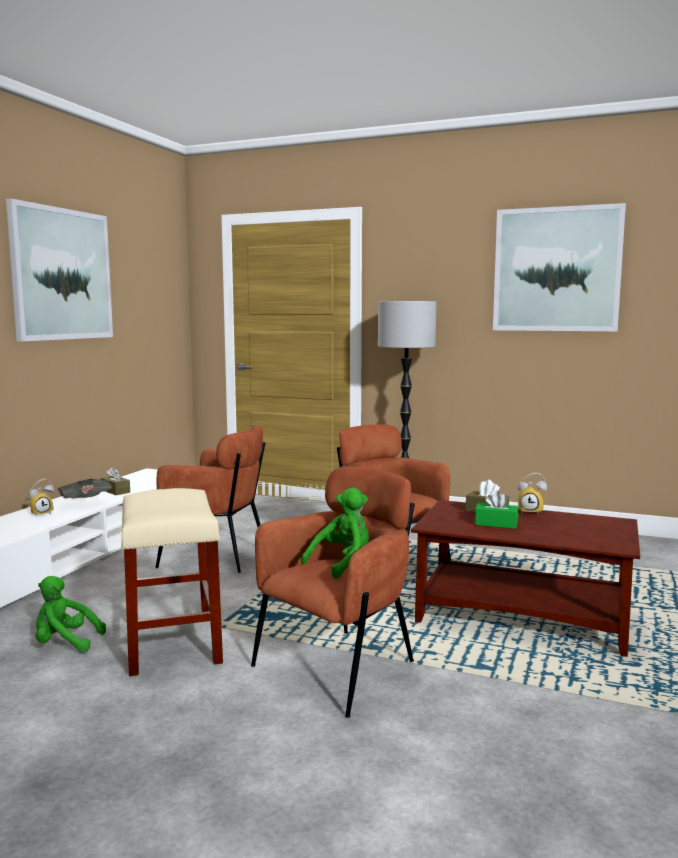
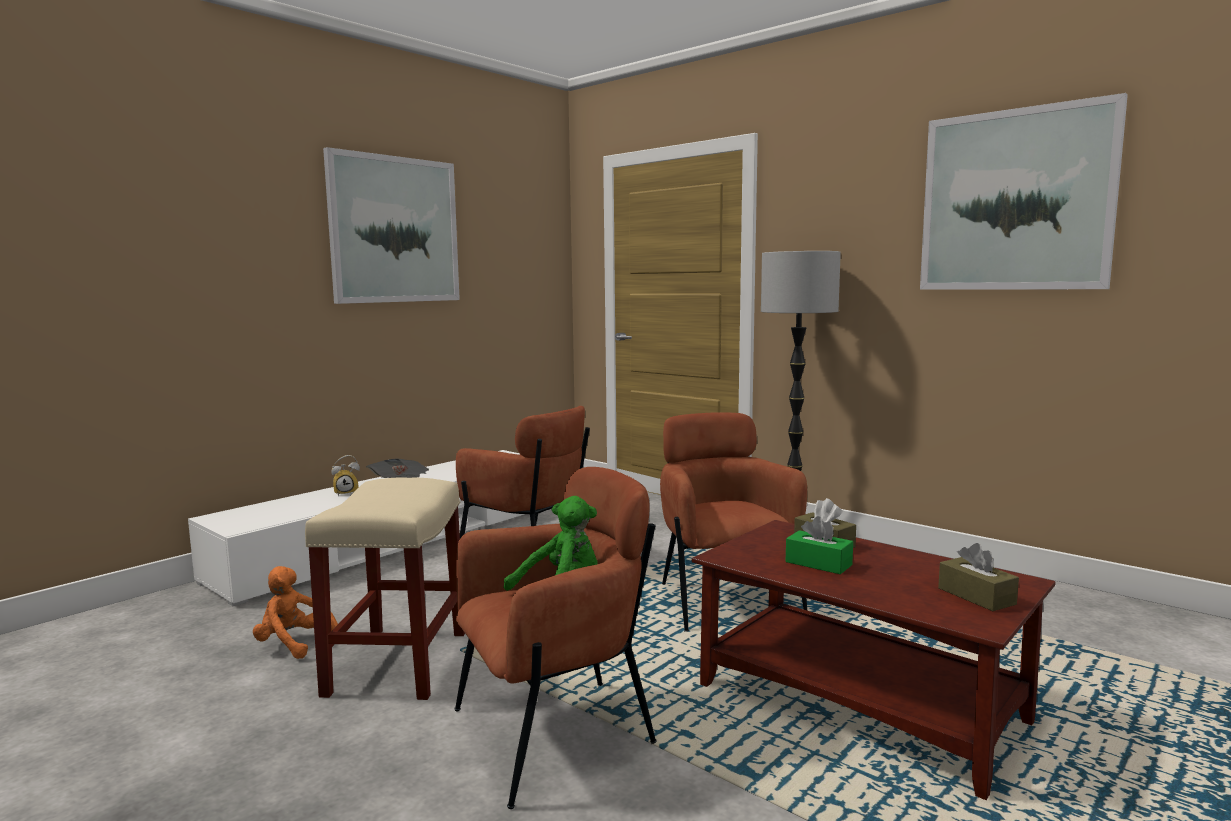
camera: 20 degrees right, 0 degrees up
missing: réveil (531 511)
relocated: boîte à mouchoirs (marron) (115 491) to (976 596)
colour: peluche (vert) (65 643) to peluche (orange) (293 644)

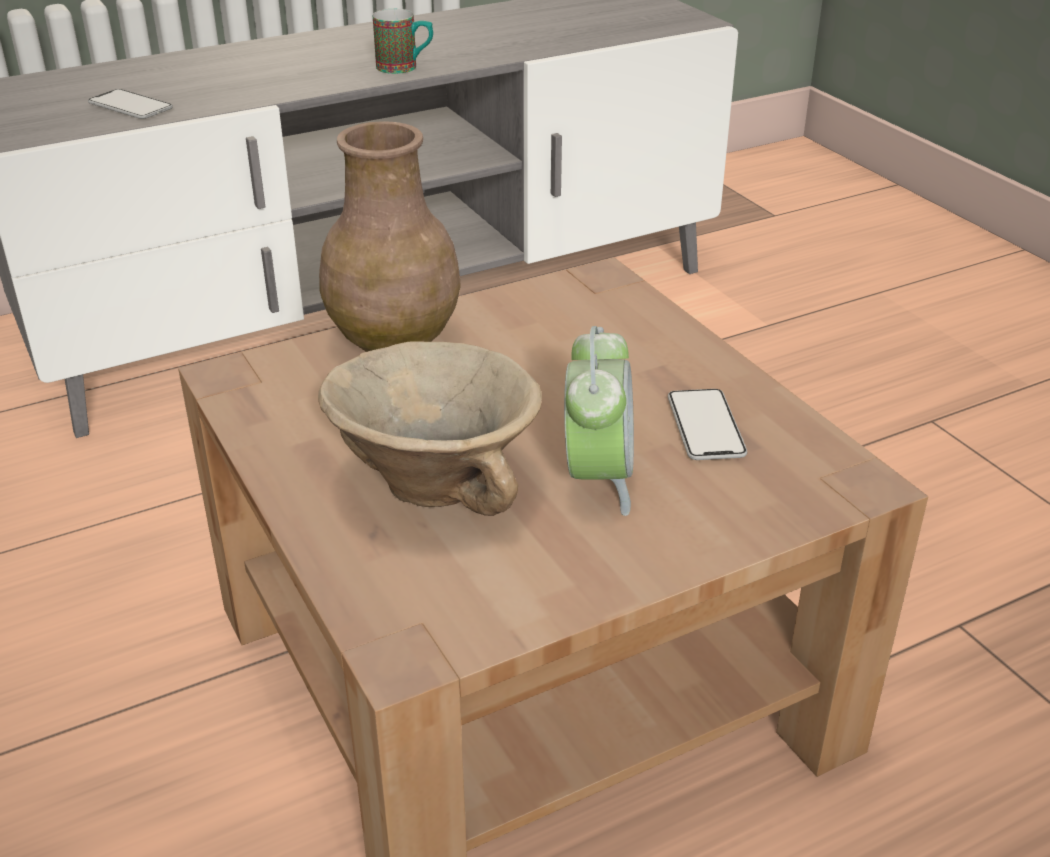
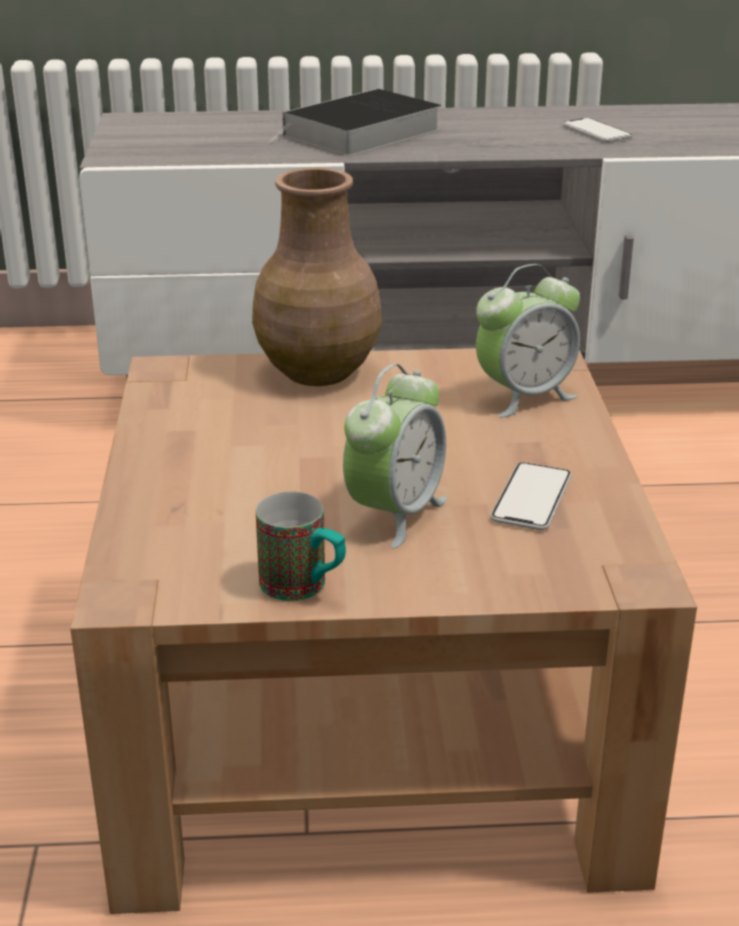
camera: 25 degrees right, 5 degrees down
missing: bol (beige) (436 482)
appeared: livre (360 134); réveil (524 396)
relocated: mug (405 68) to (304 588); téléphone (130 106) to (596 132)

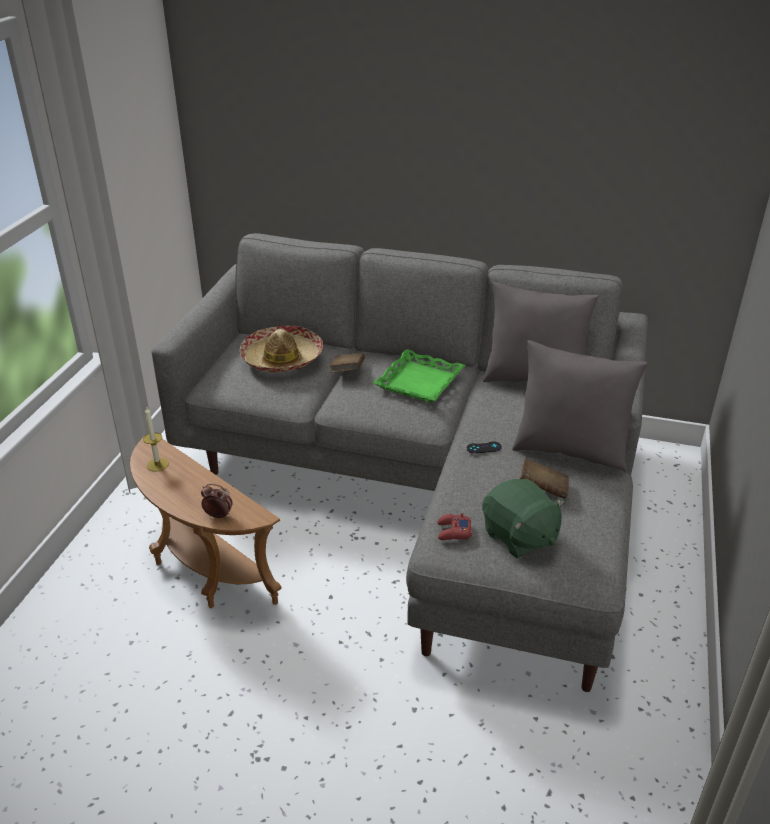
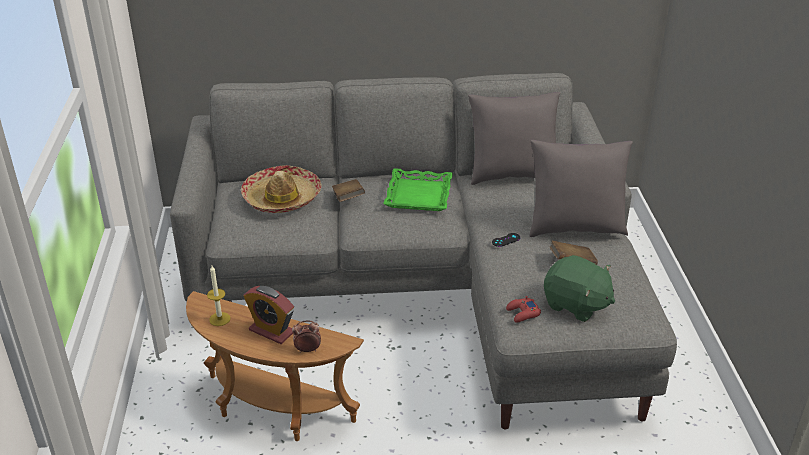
camera: 20 degrees left, 0 degrees up
appeared: réveil (271 331)

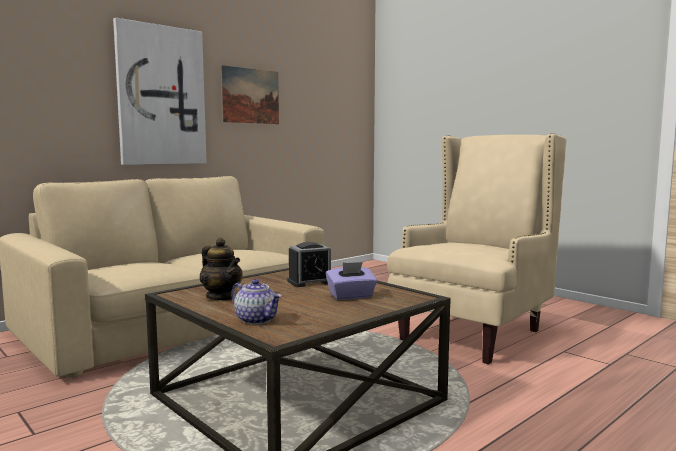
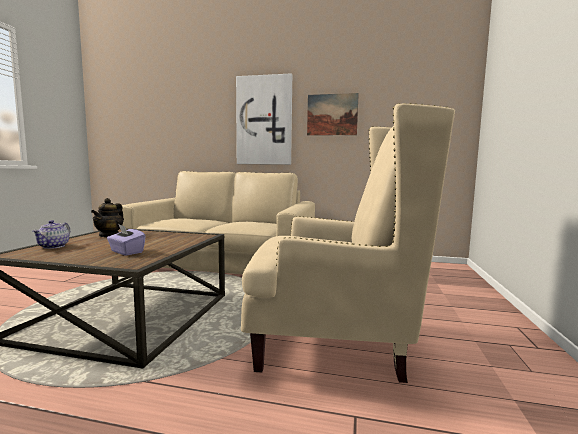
camera: 55 degrees right, 0 degrees up
missing: réveil (310 282)

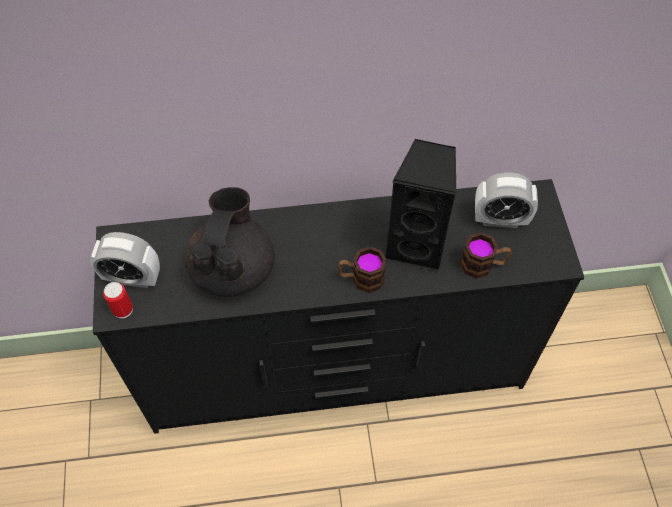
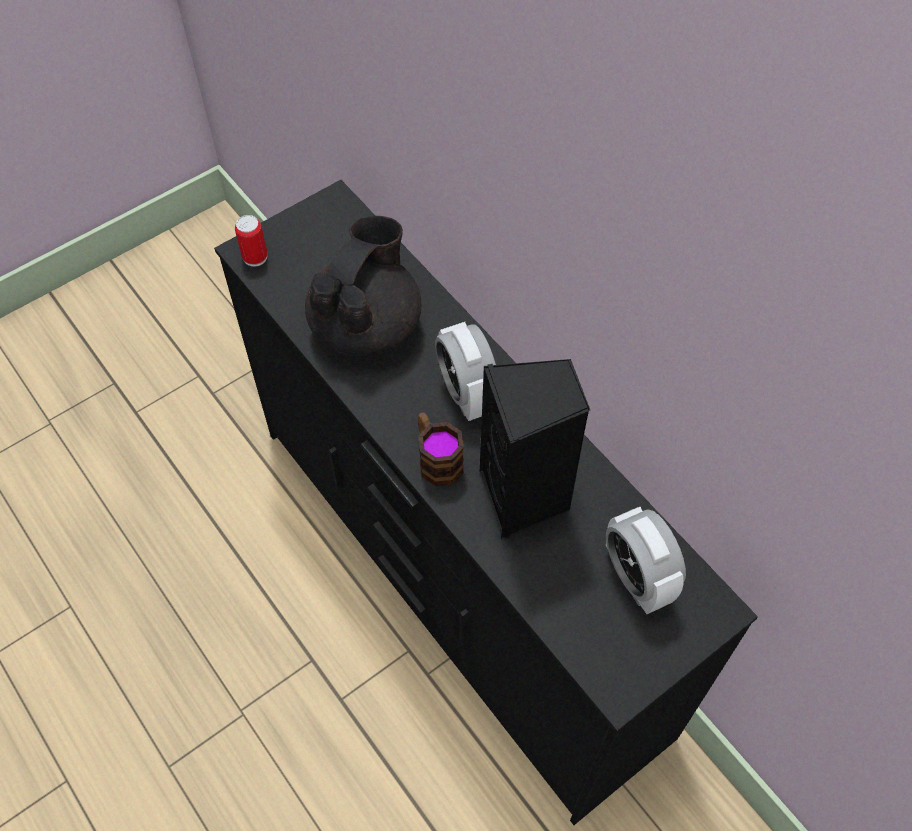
camera: 60 degrees right, 0 degrees up
missing: mug (483 265)
relocated: réveil (132 278) to (466 393)
spun: théière (noir) (233 269) = (367 325) 45 degrees counterclockwise

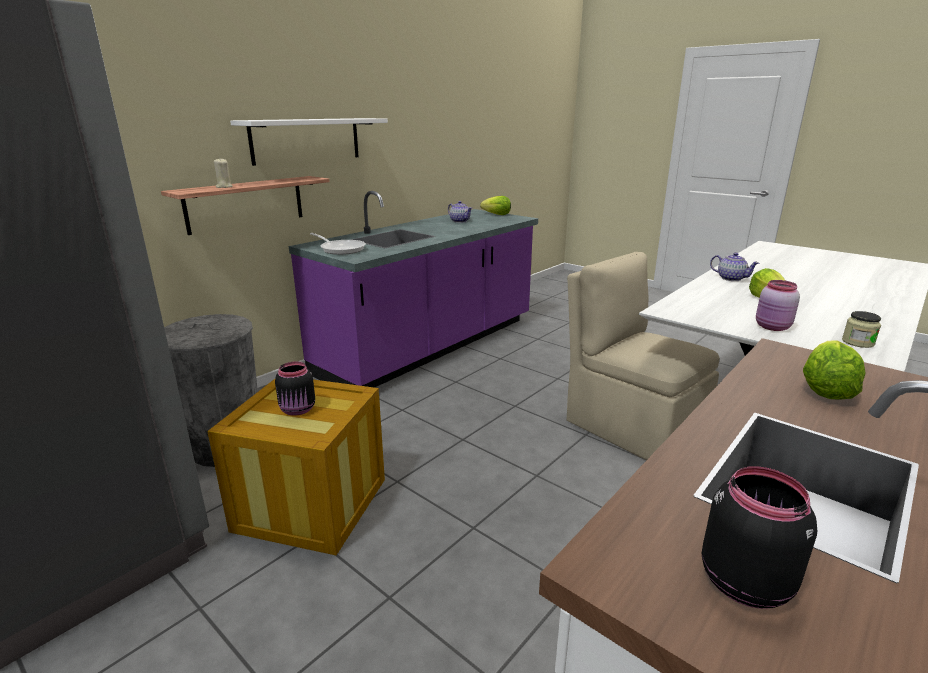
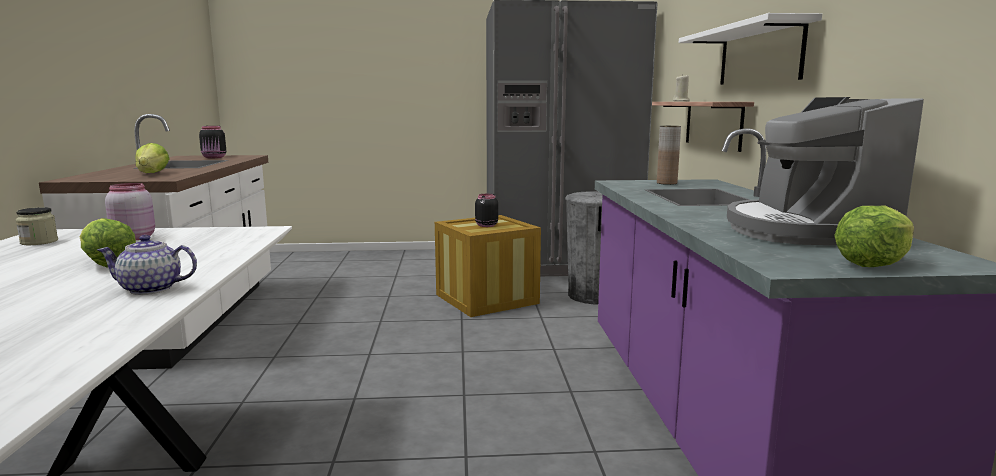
camera: 135 degrees right, 10 degrees down
missing: chaise (beige) (631 426)
exchanged: poêle (340 249) to vase (marron) (666 183); théière (460 221) to machine à café (804 231)

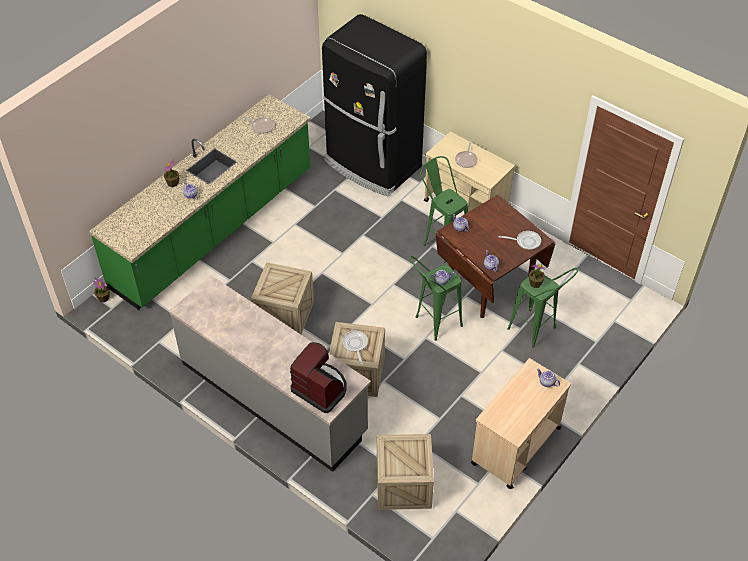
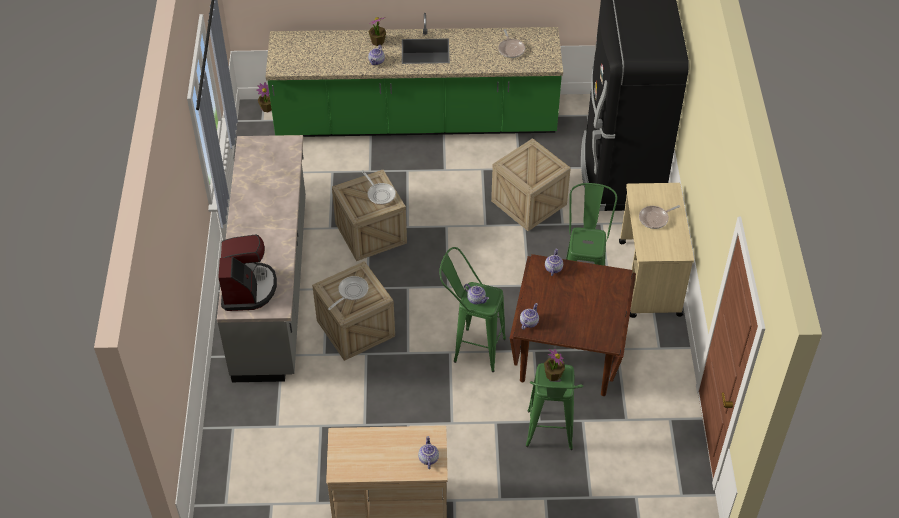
camera: 50 degrees right, 0 degrees up
relocated: poêle (525 241) to (380 194); caisse (403 485) to (529 202)

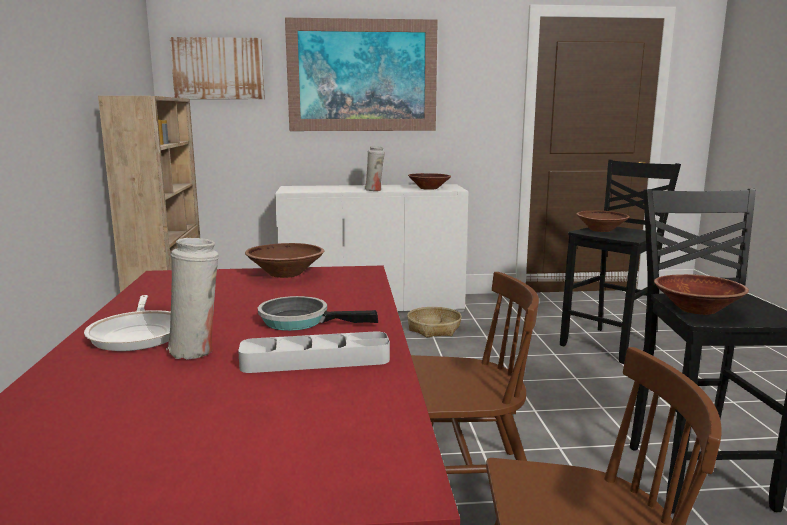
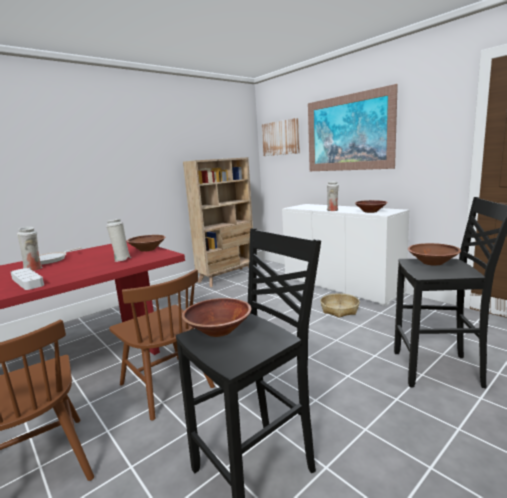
camera: 55 degrees right, 0 degrees up
missing: poêle (300 321)
appeared: vase (blanc) (121 259)

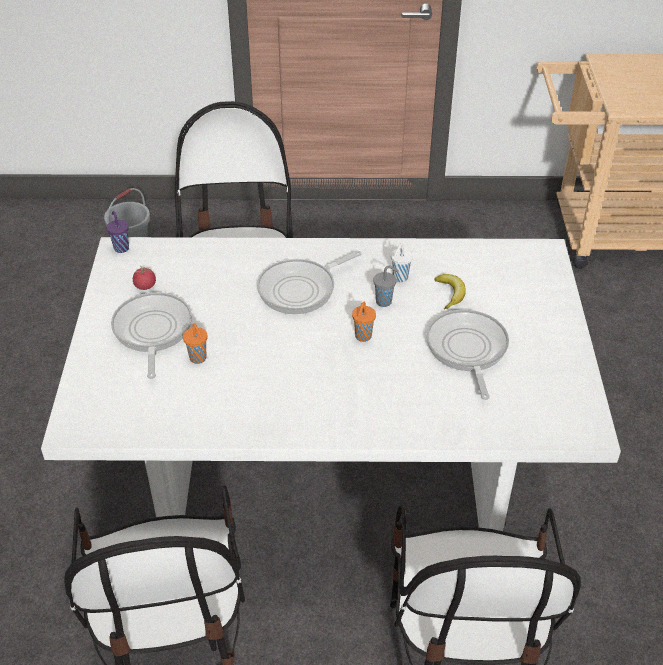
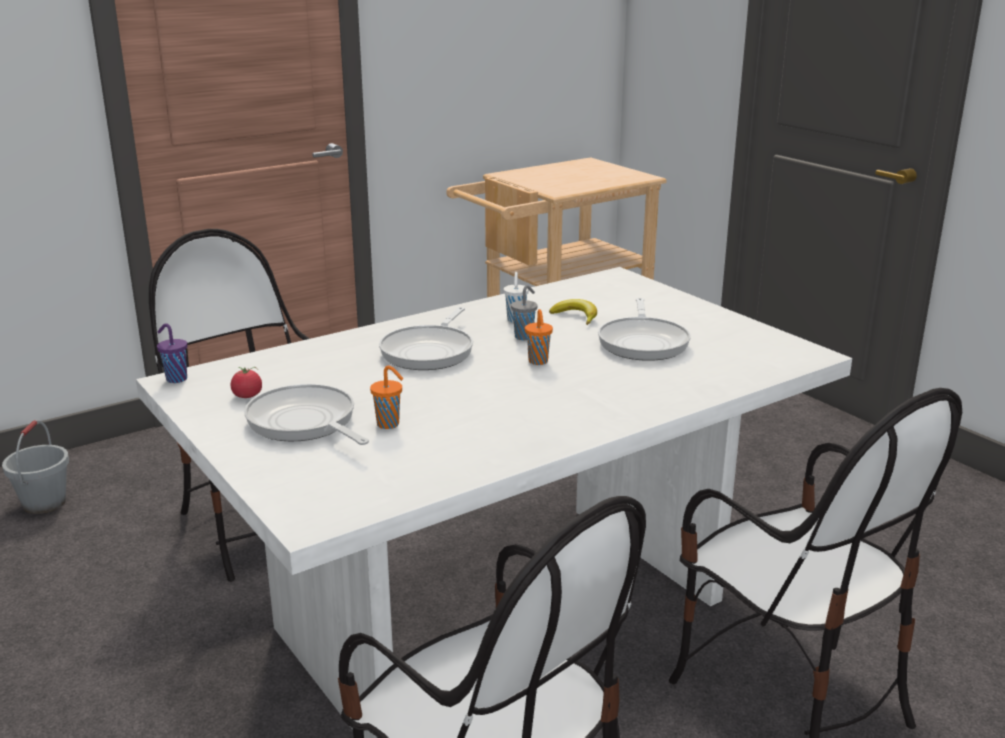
camera: 35 degrees left, 20 degrees down
spun: poêle (467 350) = (643 342) 135 degrees counterclockwise

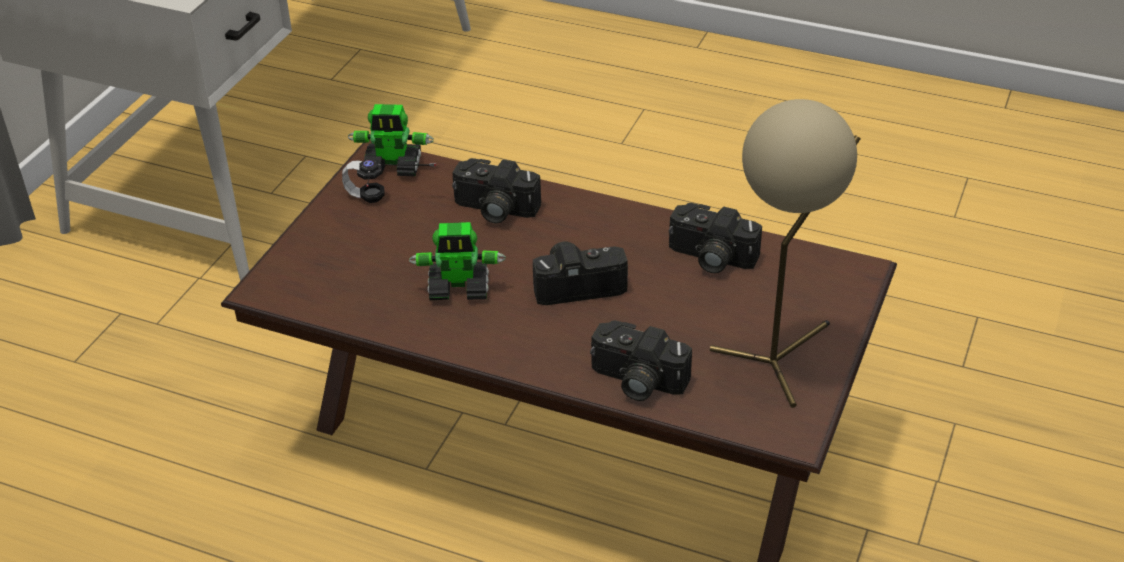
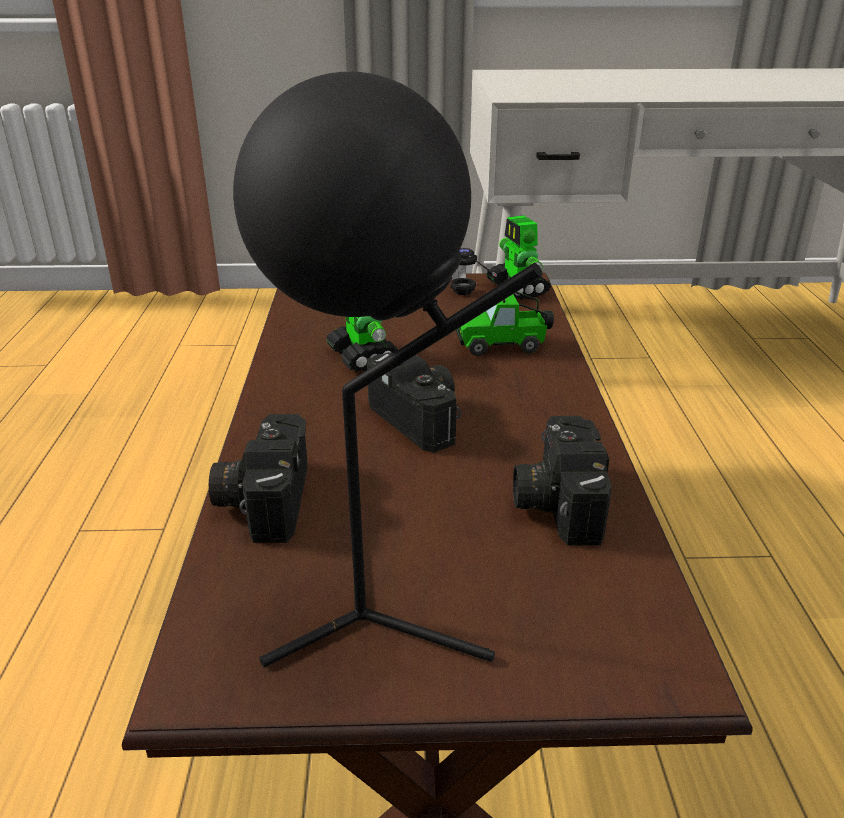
camera: 65 degrees right, 10 degrees down
exchanged: appareil photo (494 209) to petite voiture (504 345)
colour: lampe de table (beige) (780 357) to lampe de table (noir) (378 621)

